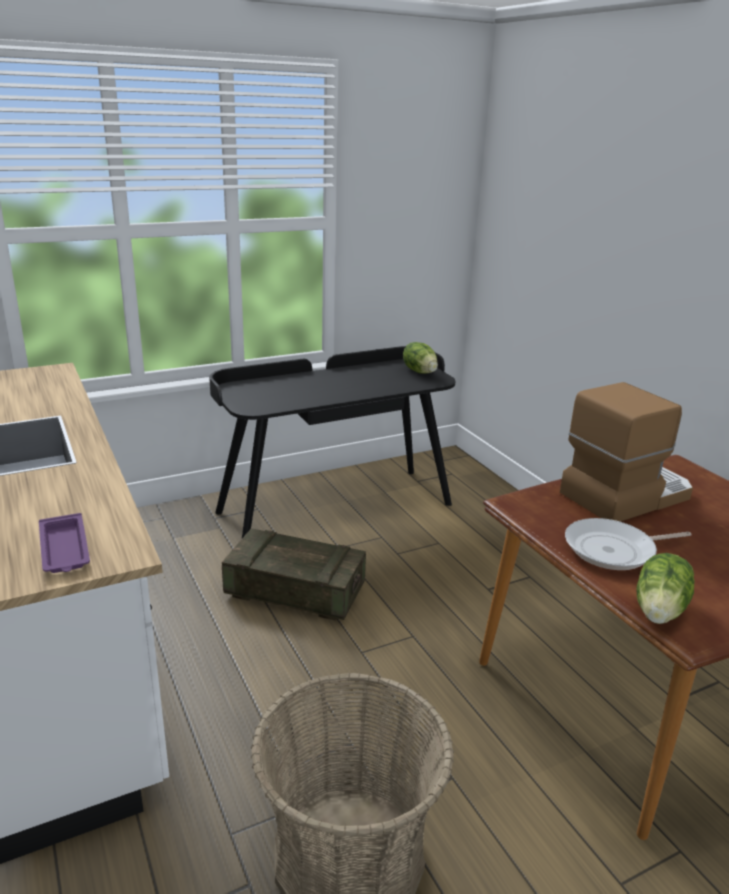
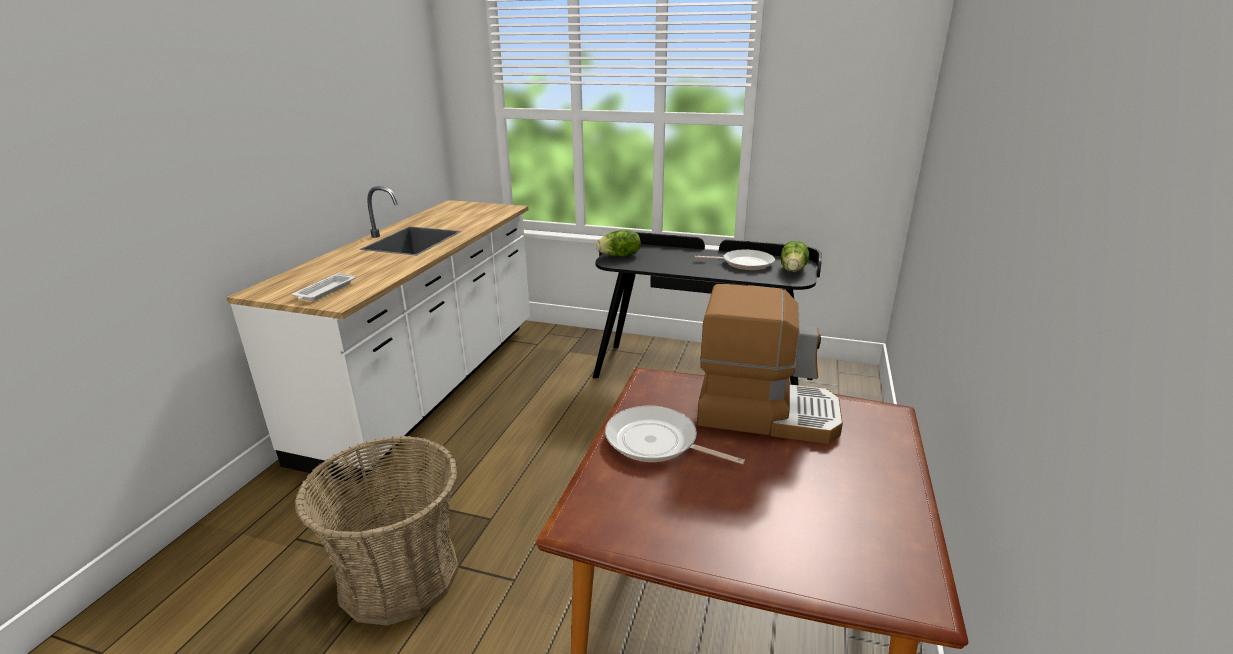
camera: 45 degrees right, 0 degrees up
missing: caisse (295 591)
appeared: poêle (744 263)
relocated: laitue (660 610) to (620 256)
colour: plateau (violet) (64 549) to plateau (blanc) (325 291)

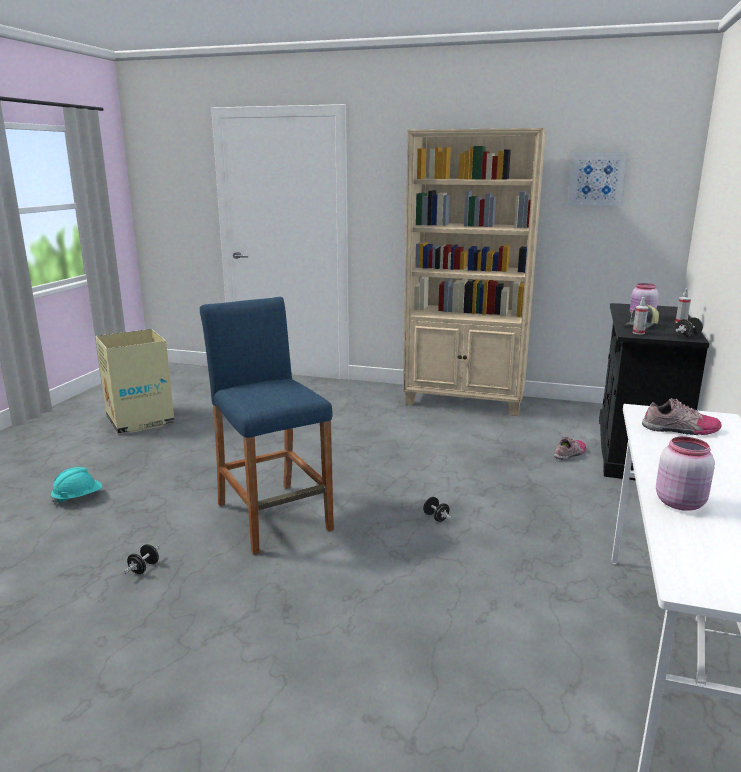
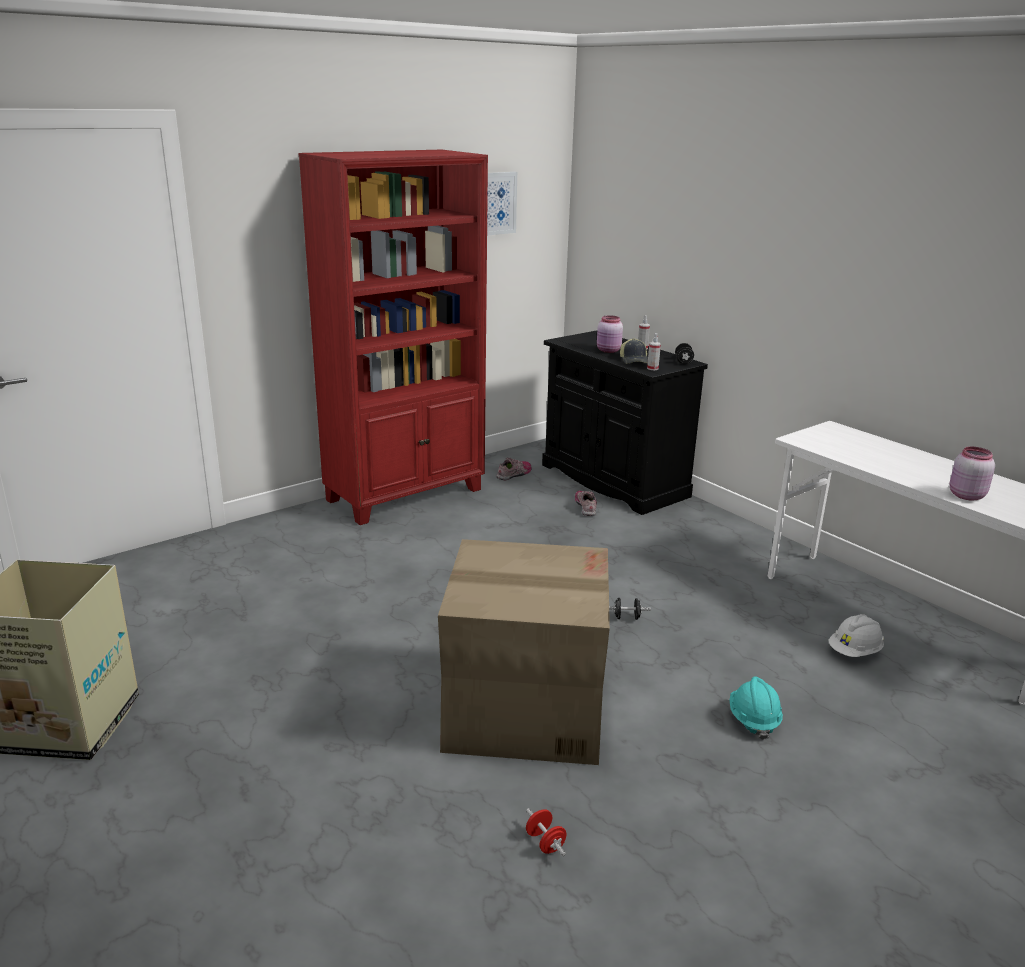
camera: 55 degrees left, 5 degrees up
appeared: casque de chantier (blanc) (854 652)
relocated: chaussure (681 430) to (515 474); casque de chantier (turquoise) (78 498) to (753 720)
exchanged: tabouret (bleu) (273 516) to carton (523 708)
colour: bibliothèque (beige) (465 401) to bibliothèque (rouge) (406 495); haltère (noir) (144 568) to haltère (rouge) (545 842)

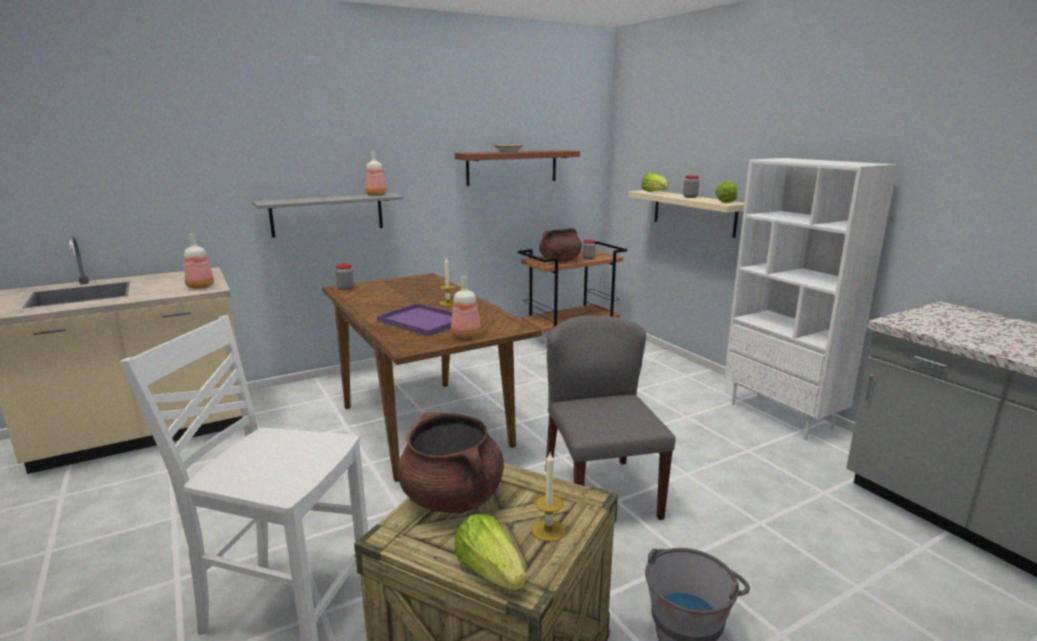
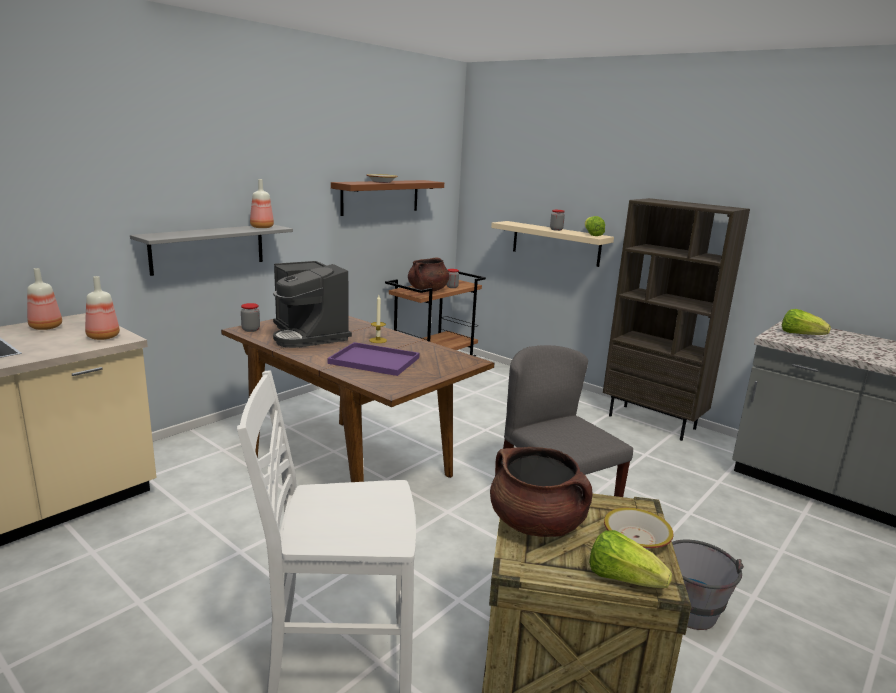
camera: 20 degrees left, 0 degrees up
appeared: machine à café (309 335)
relocated: bouteille (466 335) to (46 327); laitue (654 192) to (800 335)
exchanged: bougie (548 530) to bol (636 538)
colour: bibliothèque (blanc) (781 416) to bibliothèque (marron) (652 422)

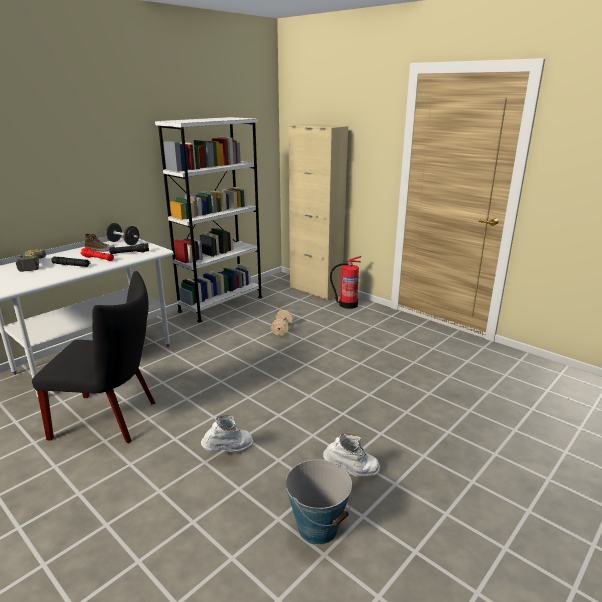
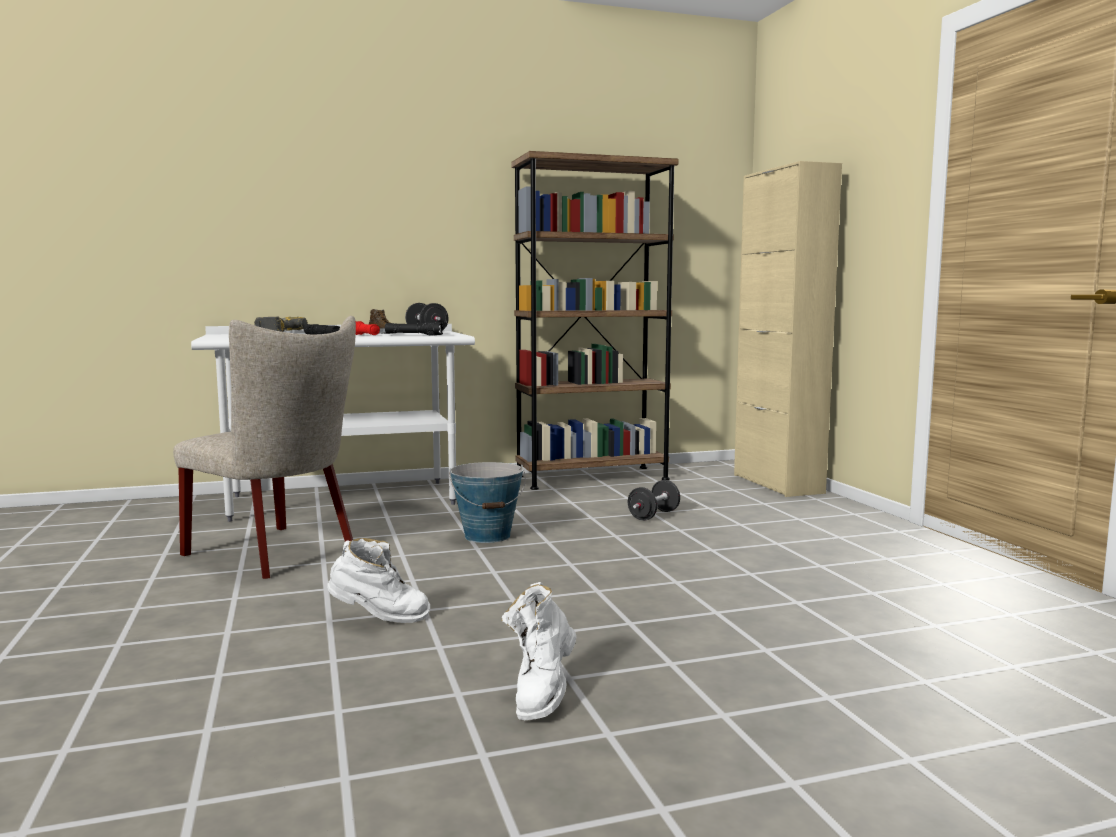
camera: 30 degrees right, 15 degrees down
missing: extincteur (347 304)
relocated: seau (318 527) to (488 536)
colour: chaise (noir) (111 419) to chaise (beige) (279 553); bibliothèque (blanc) (221 304) to bibliothèque (marron) (591 477); haltère (beige) (282 330) to haltère (noir) (653 515)
spun: botte (blanc) (351 472) = (542 694) 75 degrees clockwise

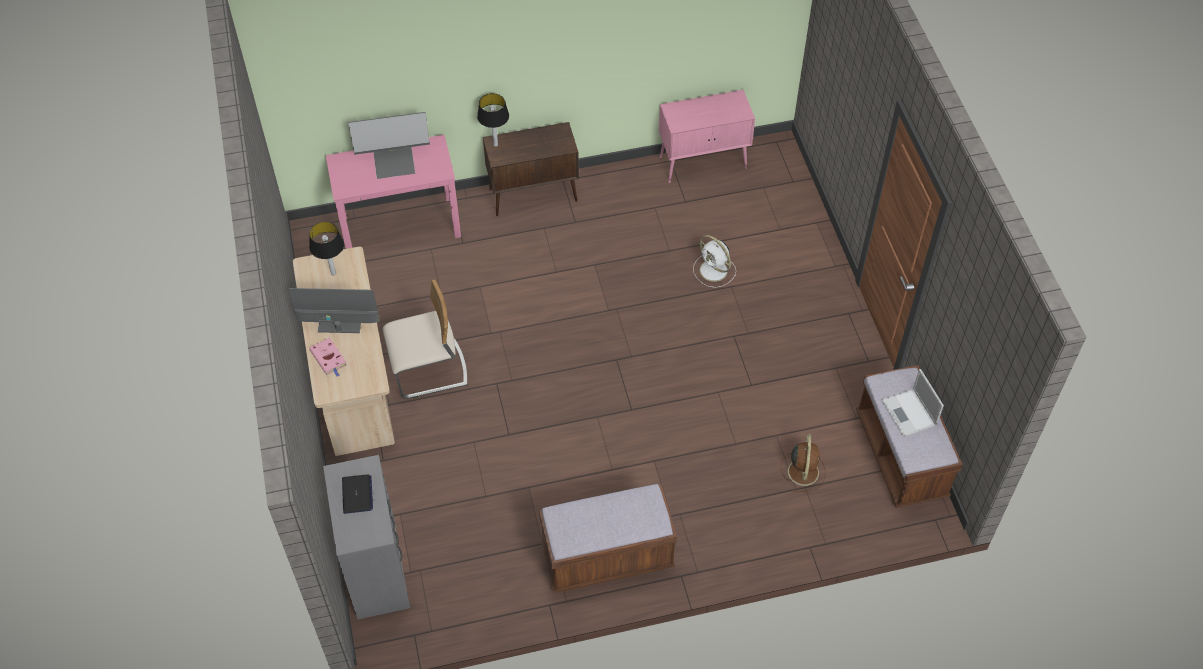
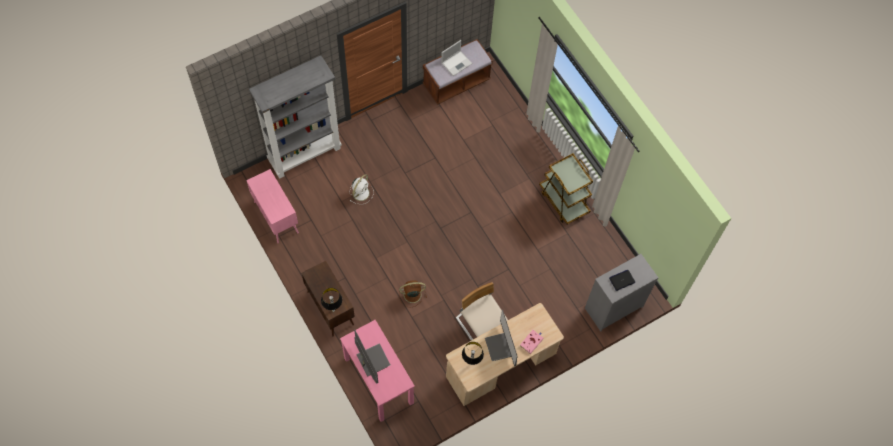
camera: 110 degrees left, 10 degrees up
appeared: bibliothèque (gris) (305 154)
relocated: ventilateur (marron) (803 470) to (411 294)
exchanged: banc (marron) (607 557) to chariot (marron) (563 201)

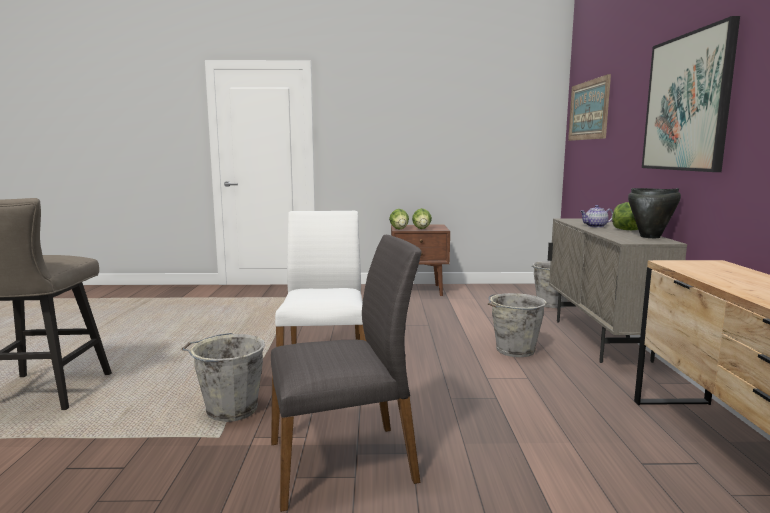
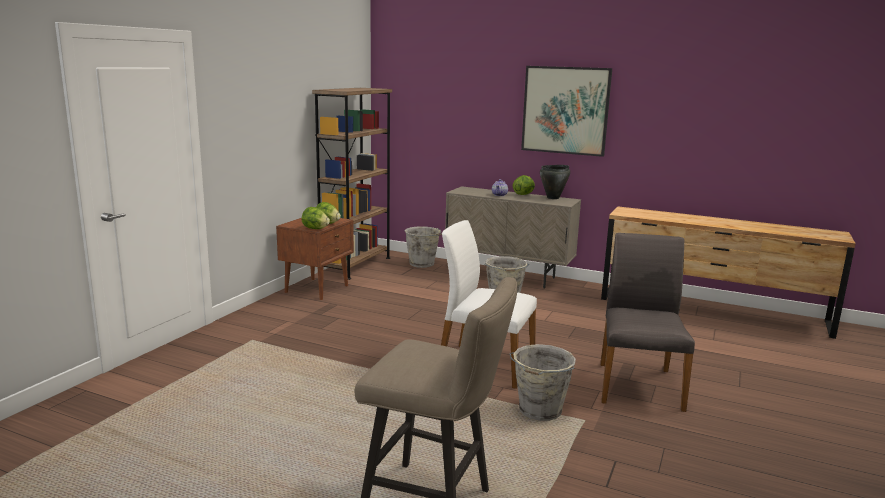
camera: 65 degrees left, 5 degrees up
missing: tableau (588 110)
appeared: bibliothèque (marron) (355 265)

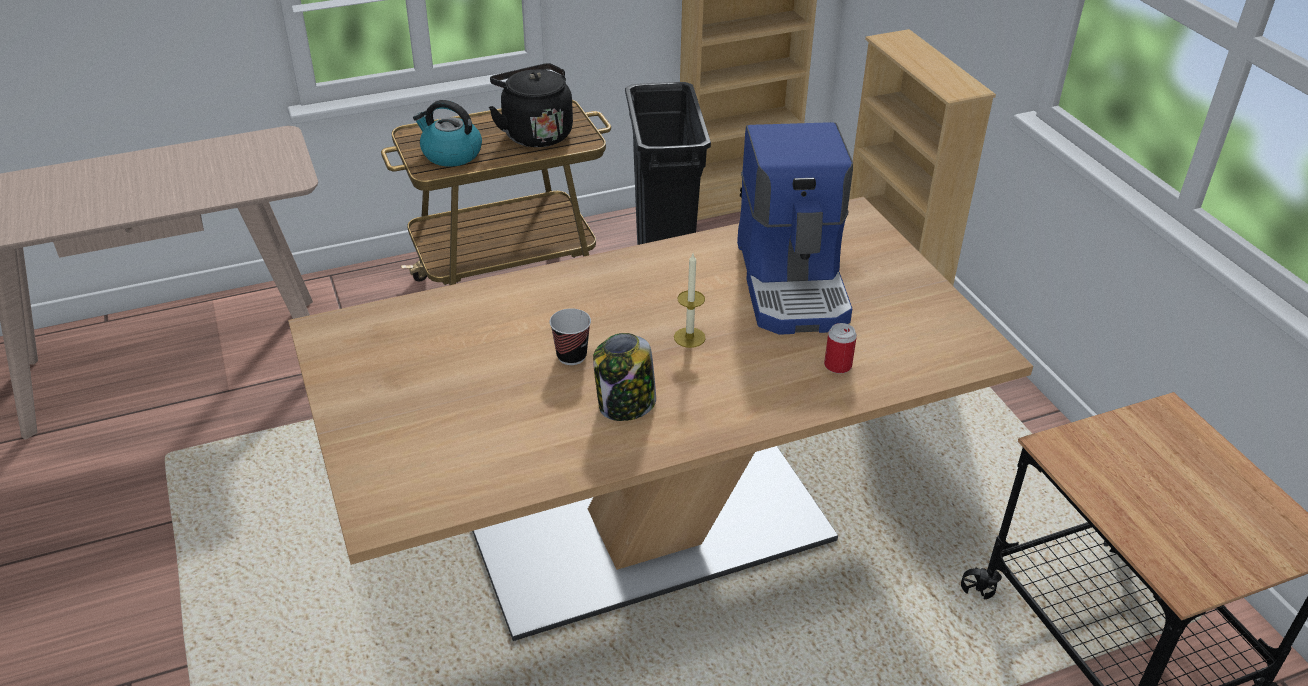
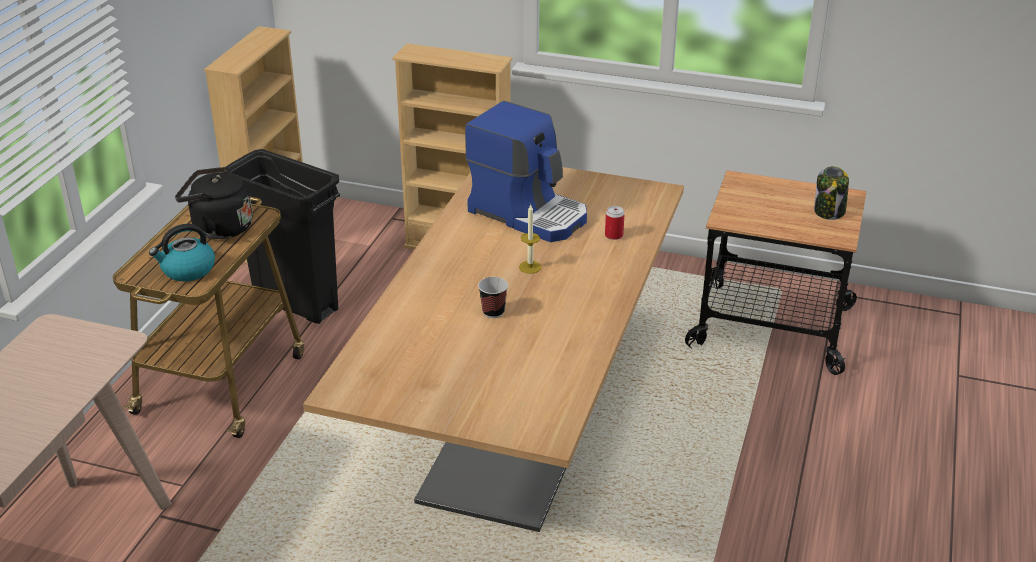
camera: 50 degrees left, 5 degrees down
relocated: bocal (625 405) to (829 211)

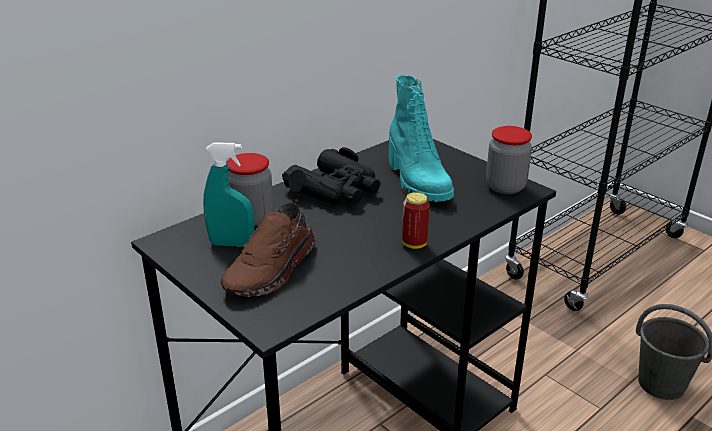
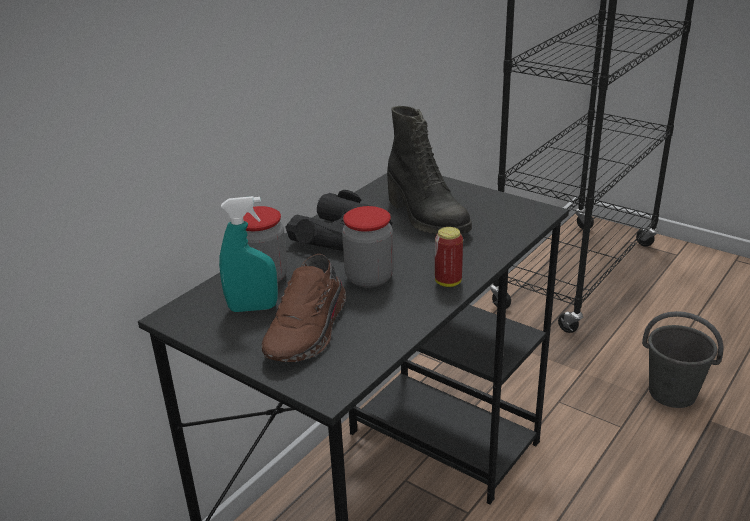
camera: 10 degrees left, 0 degrees up
relocated: bocal (505 187) to (369 278)
colour: botte (turquoise) (417 182) to botte (noir) (425 218)

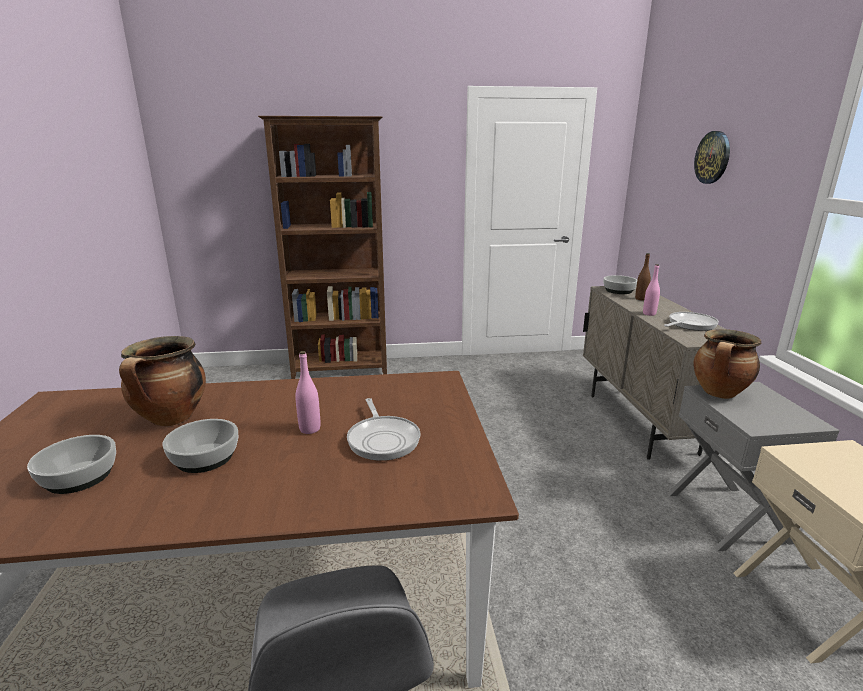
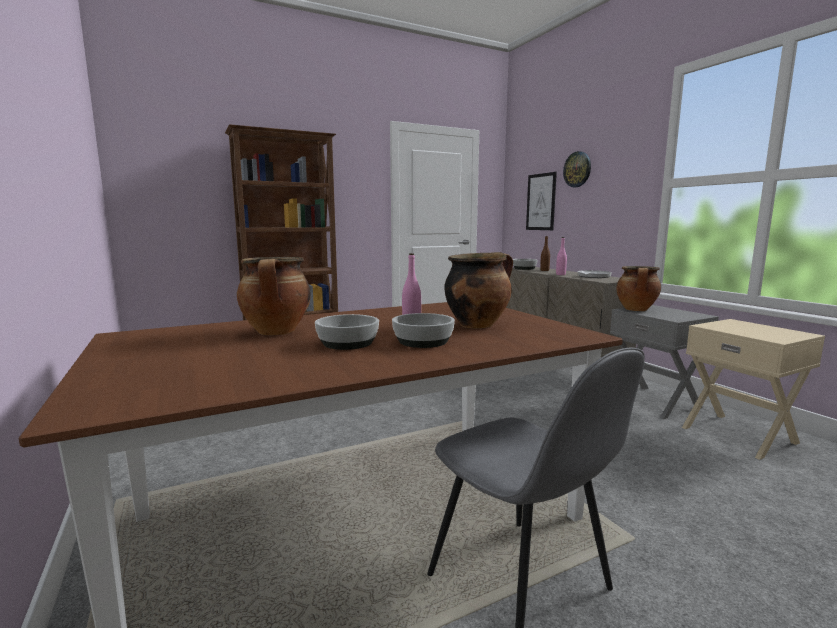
camera: 20 degrees left, 10 degrees down
appeared: tableau (541 202)
relocated: bol (78 477) to (422 341)
exchanged: poêle (383 439) to marmite (477 324)

